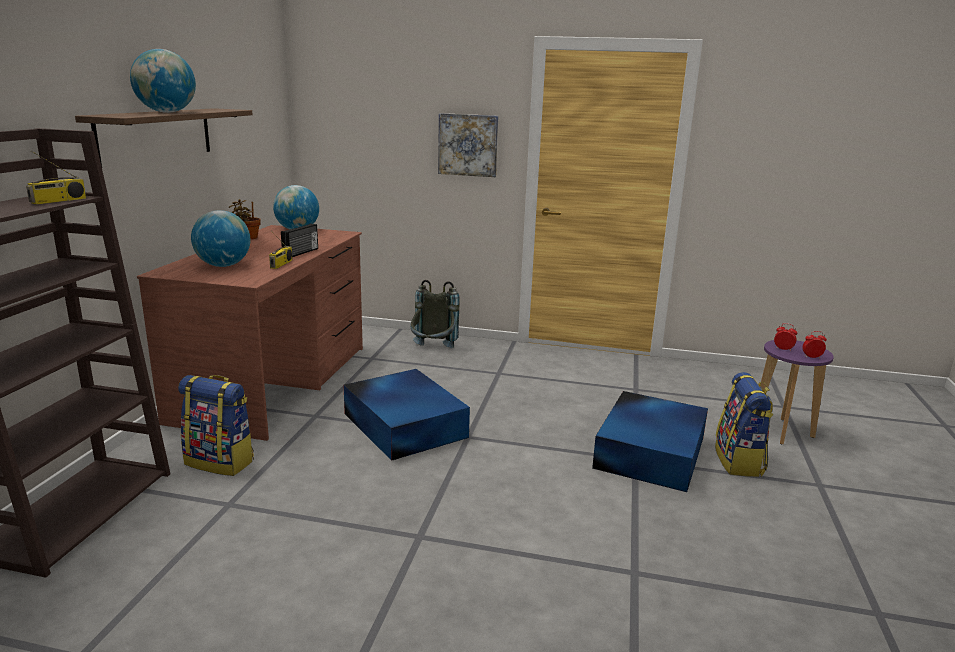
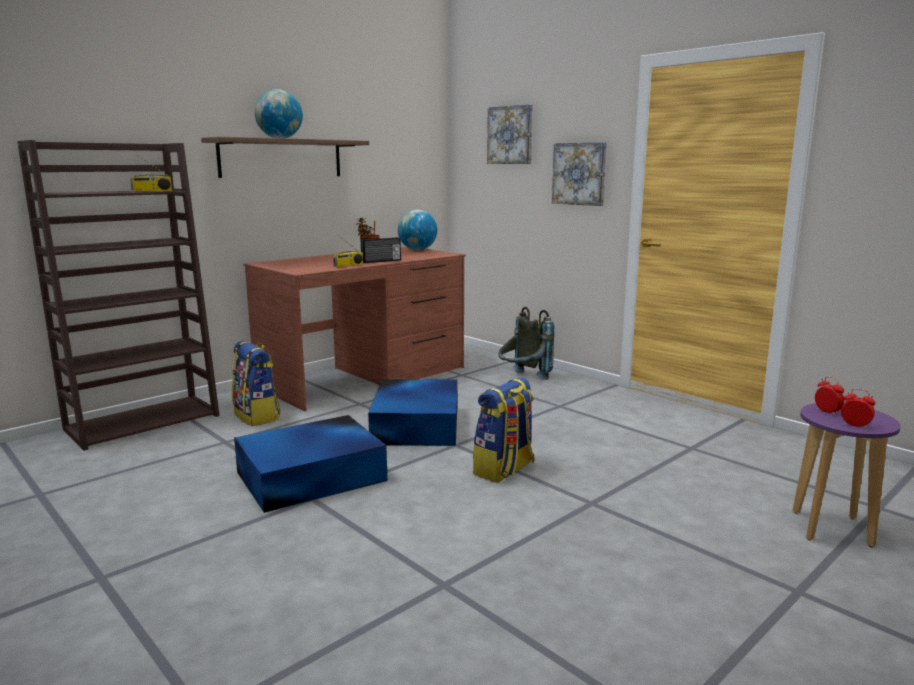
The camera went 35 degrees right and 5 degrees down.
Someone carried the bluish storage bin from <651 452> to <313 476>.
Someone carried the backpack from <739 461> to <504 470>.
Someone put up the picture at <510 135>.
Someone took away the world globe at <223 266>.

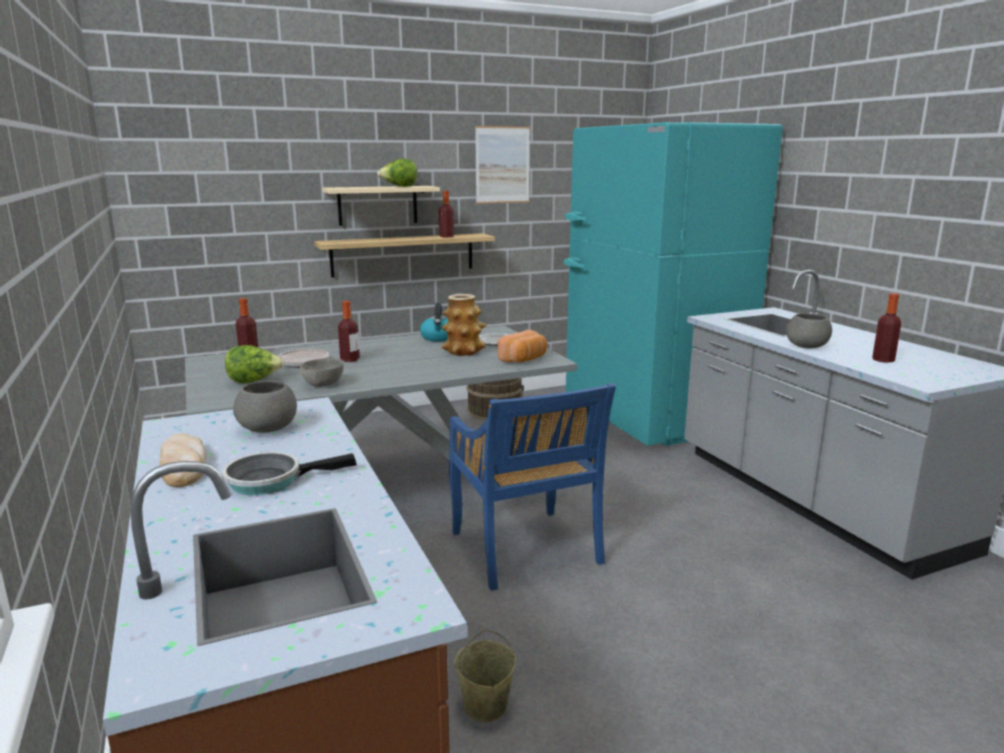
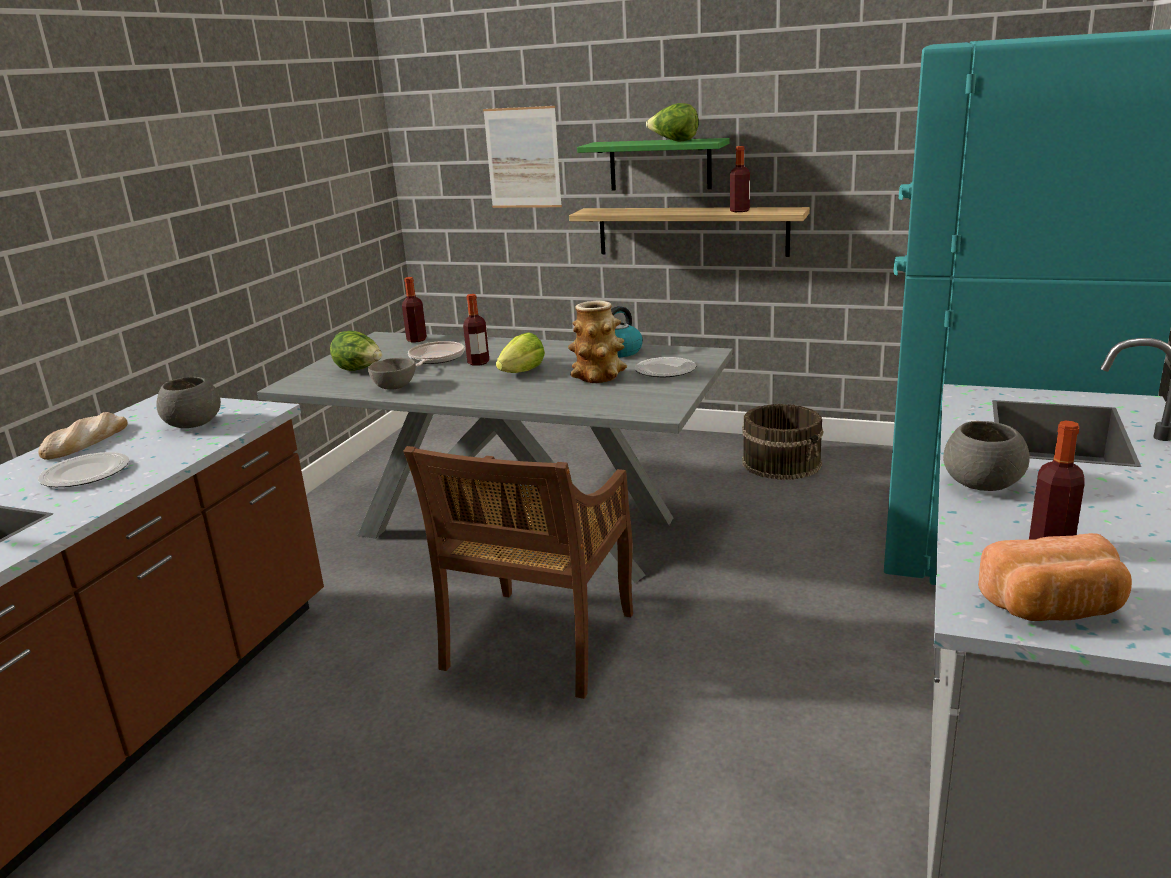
The camera went 45 degrees right and 5 degrees up.
Someone swapped the frying pan at <270 480> for the flat dish at <86 473>.
Someone repainted the bluish upright chair at <526 549>, which became the brown upright chair at <538 643>.
Someone carried the picture from <502 165> to <523 158>.
Someone put down the lettuce head at <522 372>.
Someone repainted the sand-coloured shelf at <377 205>, which became the green-coloured shelf at <660 165>.
Someone carried the bakery bread from <524 360> to <1054 609>.
Someone took away the sand-coloured water bucket at <485 707>.

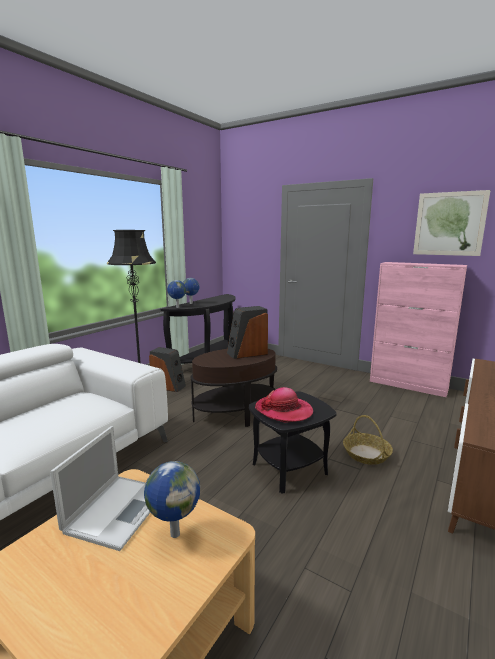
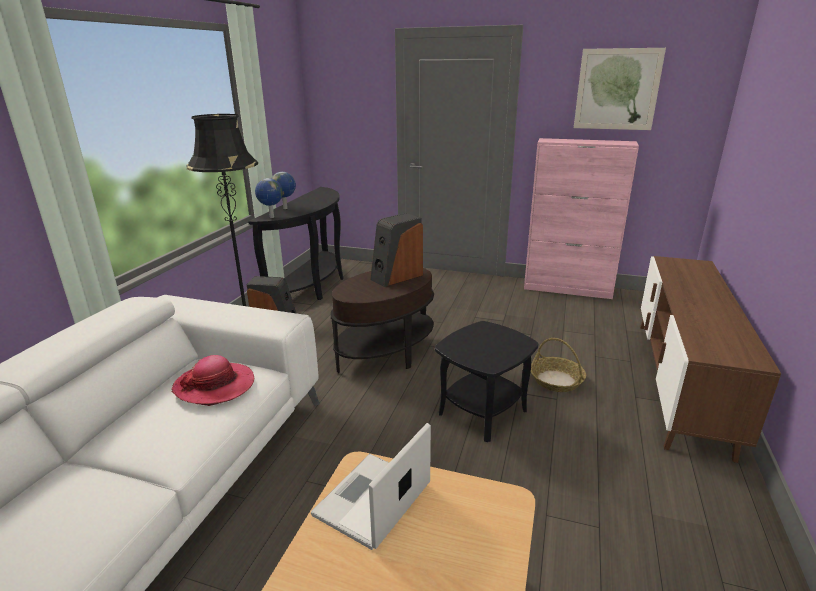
The camera went 15 degrees left and 10 degrees up.
Someone carried the clothing hat from <284 410> to <215 386>.
Someone rotated the notebook computer at <118 509> by 150 degrees counterclockwise.
Someone took away the world globe at <174 533>.

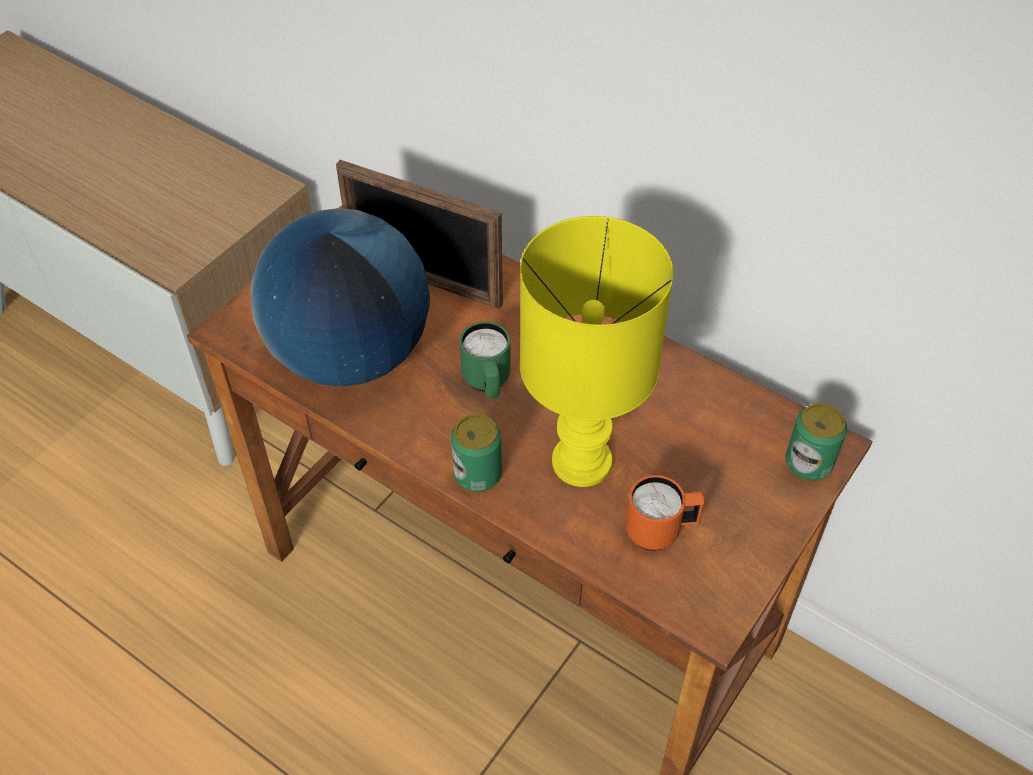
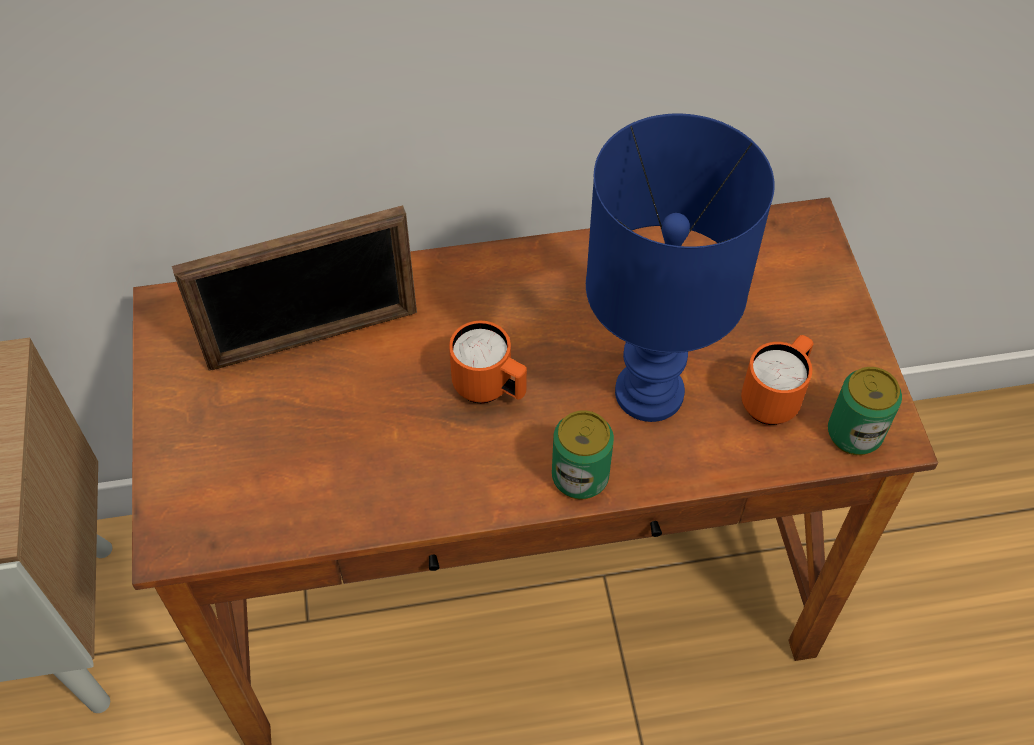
The camera went 45 degrees left and 5 degrees up.
Someone repainted the green-coloured mug at <487 384>, which became the orange-coloured mug at <490 389>.
Someone repainted the yellow-coloured tabletop lamp at <580 464>, which became the bluish tabletop lamp at <650 395>.
Someone carried the can from <808 463> to <854 433>.
Someone took away the world globe at <350 355>.

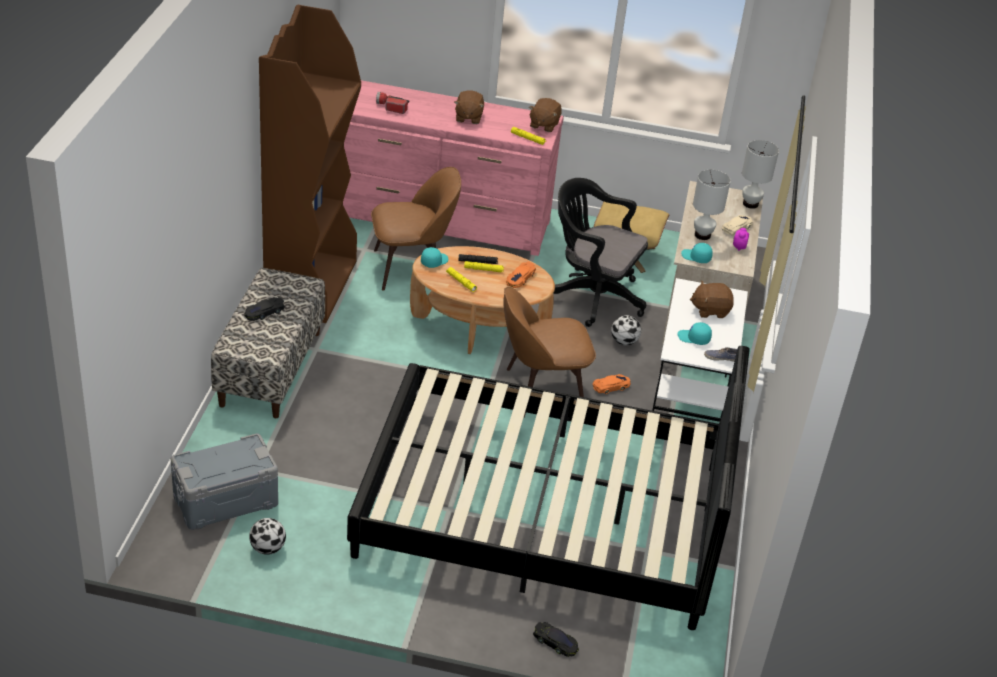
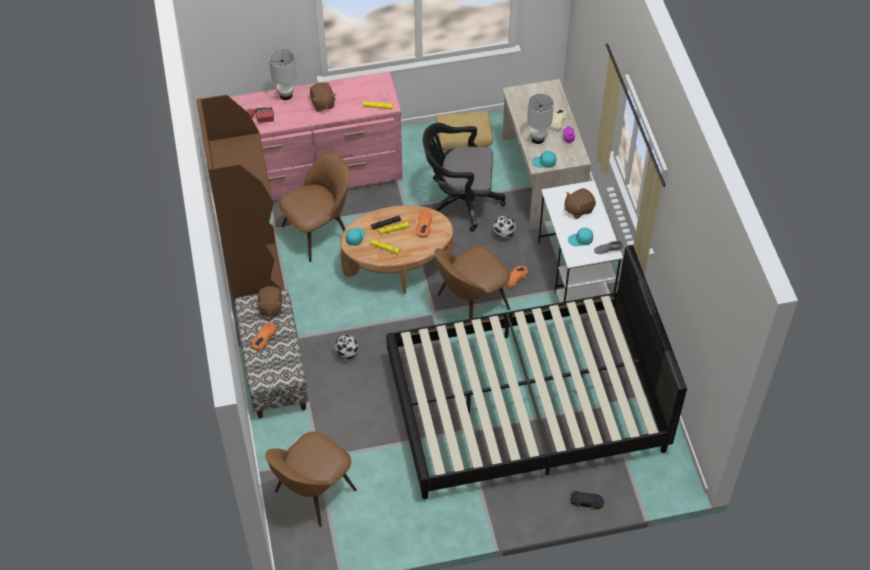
The camera went 20 degrees left and 15 degrees up.
Someone repainted the black model car at <264 312>, which became the orange-coloured model car at <264 338>.
Someone carried the brown cuddly toy from <544 125> to <270 307>.
Someone swapped the greyish storage bin at <225 499> for the brown upright chair at <313 493>.
Someone carried the white tabletop lamp from <750 204> to <286 95>.
Someone carried the football ball from <267 548> to <347 354>.

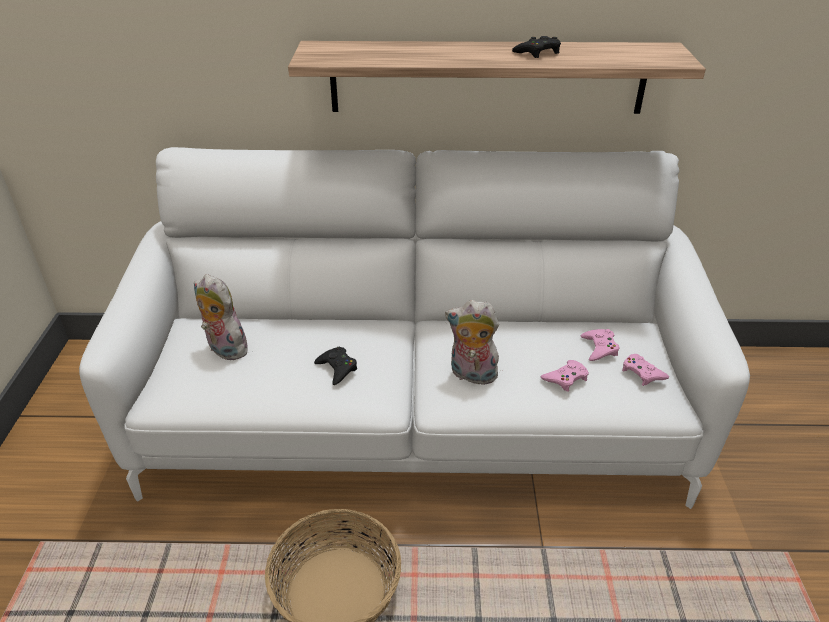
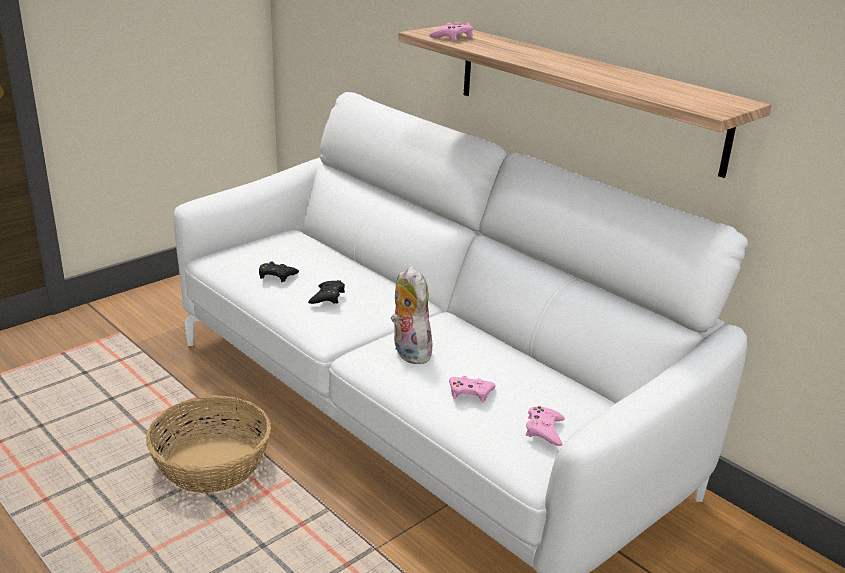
The camera went 45 degrees right and 10 degrees down.
Someone carried the black game controller from <538 52> to <276 275>.
Someone carried the pink-coloured game controller from <599 348> to <453 37>.
Someone took away the cuddly toy at <224 349>.

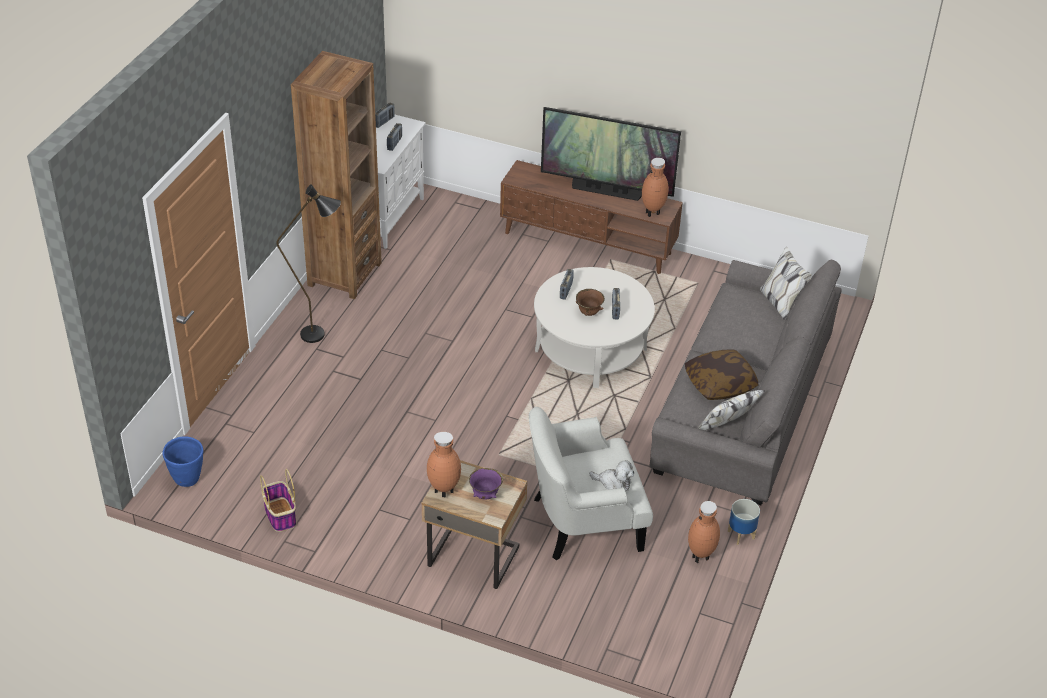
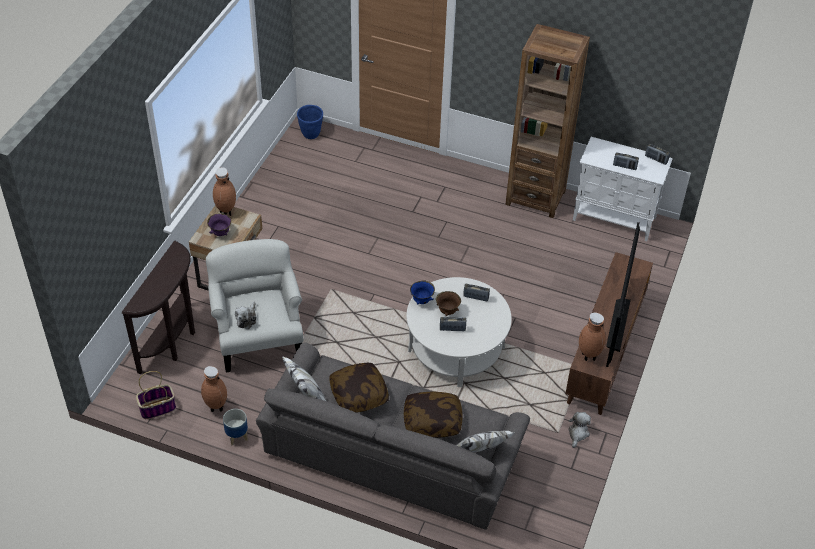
The camera went 90 degrees right and 5 degrees up.
Someone put down the brown narrow table at <173 341>.
Someone carried the storage basket from <280 515> to <158 408>.
Someone put down the throw pillow at <432 421>.
Someone put down the bluish deep dish at <422 301>.
Someone put down the cuddly toy at <578 433>.
Someone took away the black standard lamp at <321 335>.

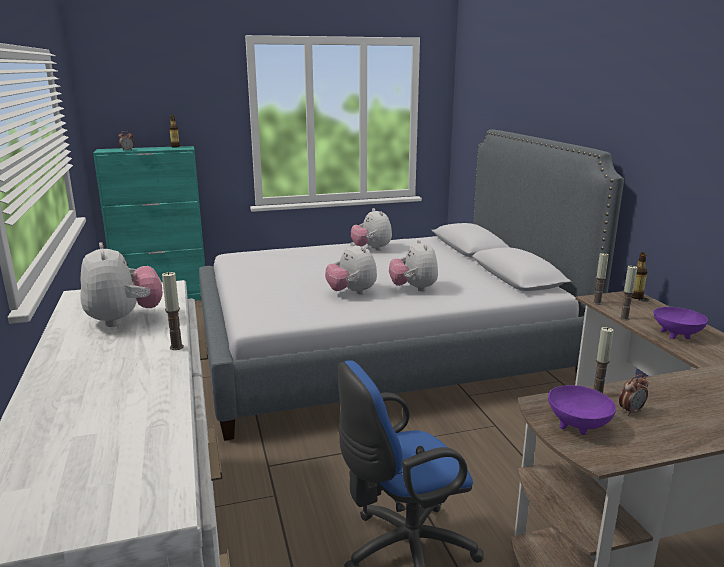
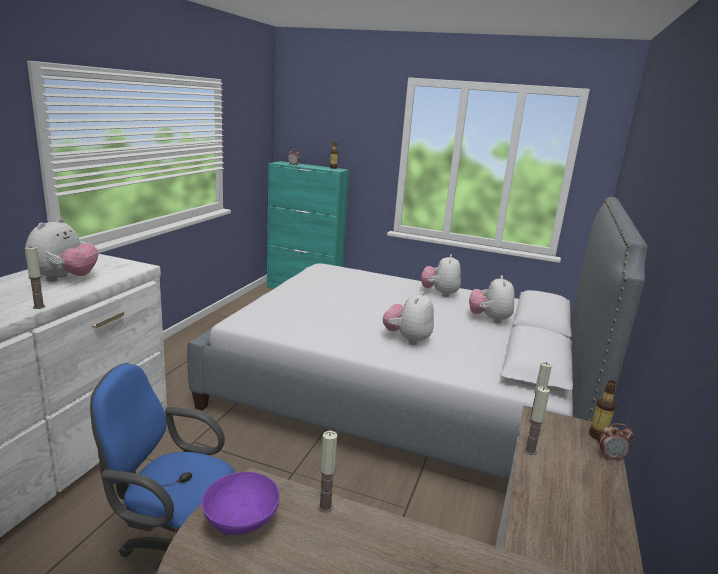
The camera went 35 degrees right and 0 degrees up.
Someone carried the cuddly toy from <351 292> to <489 319>.
Someone carried the alarm clock from <631 411> to <611 456>.
Someone took away the purple deep dish at <678 334>.

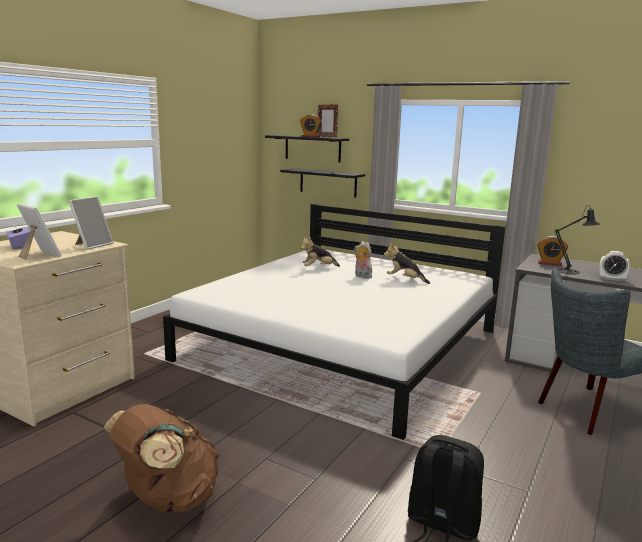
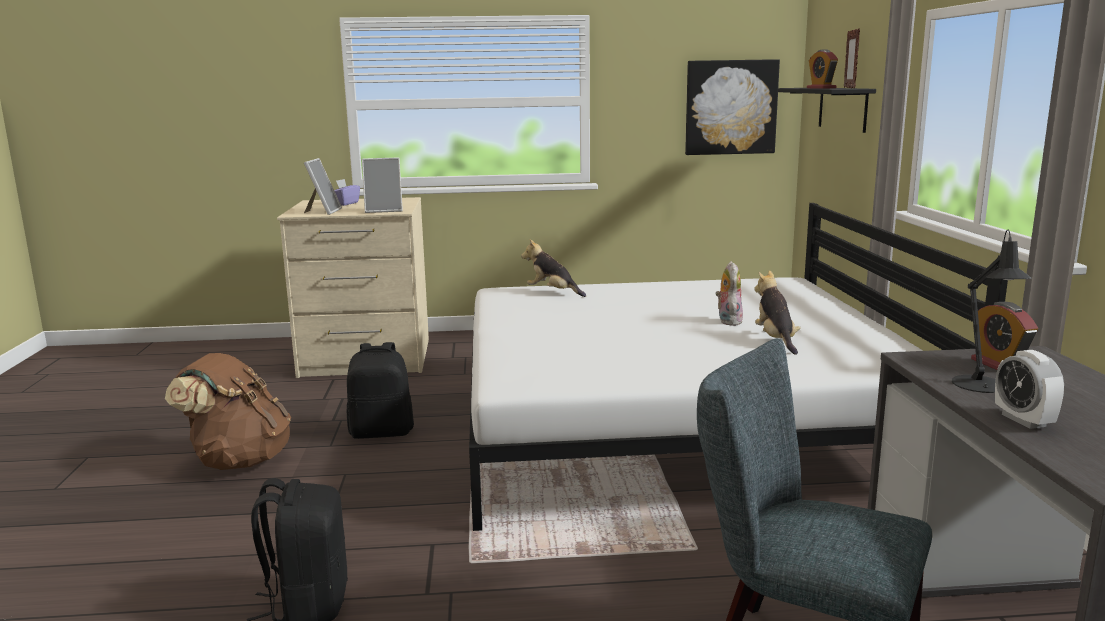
The camera went 55 degrees right and 0 degrees up.
Someone put down the black backpack at <382 432>.
Someone carried the cuddly toy from <318 268> to <553 292>.
Someone put up the picture at <730 107>.
Someone took away the black shelf at <328 182>.

